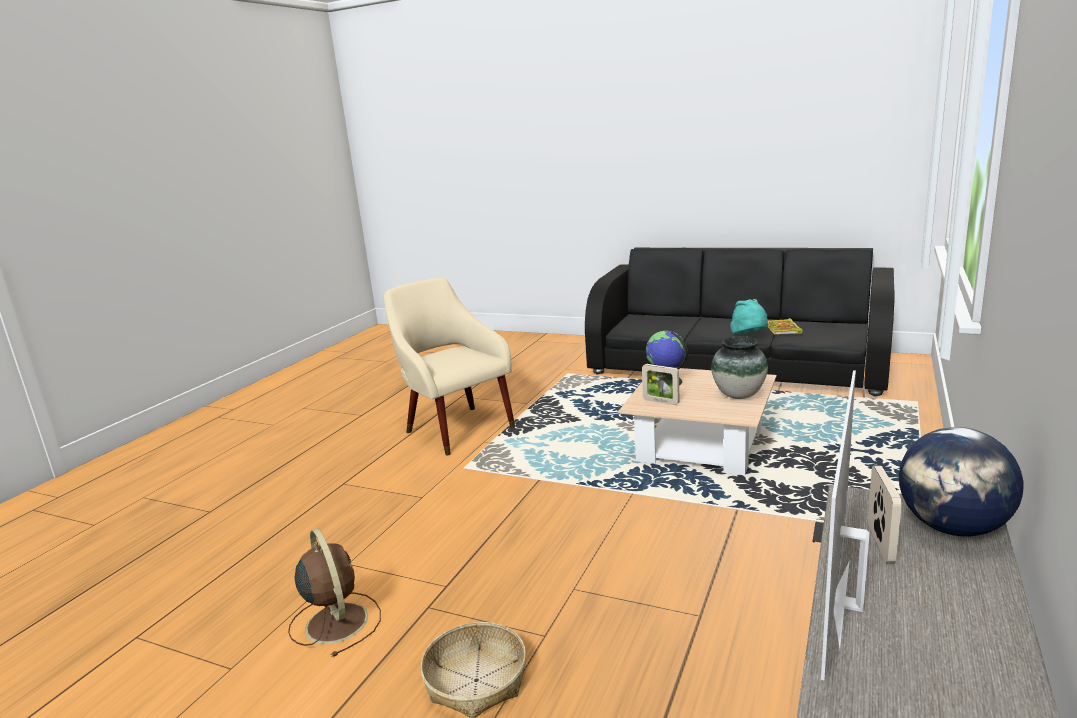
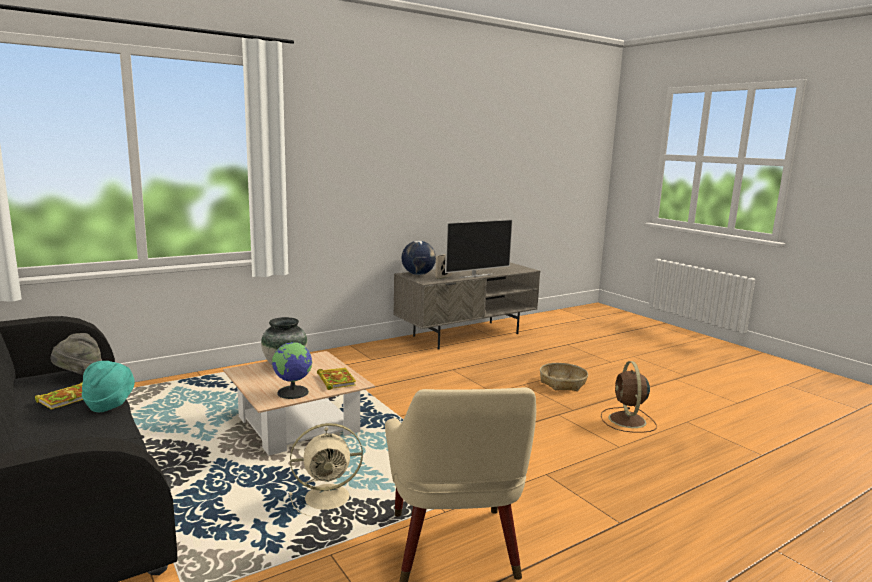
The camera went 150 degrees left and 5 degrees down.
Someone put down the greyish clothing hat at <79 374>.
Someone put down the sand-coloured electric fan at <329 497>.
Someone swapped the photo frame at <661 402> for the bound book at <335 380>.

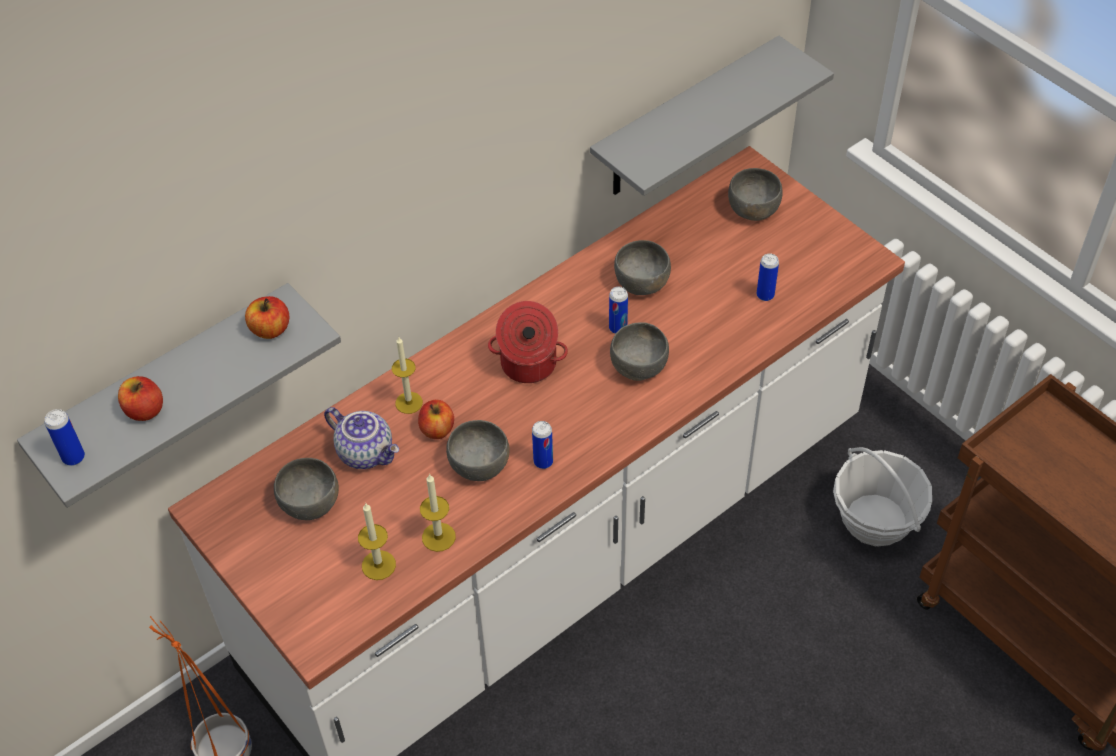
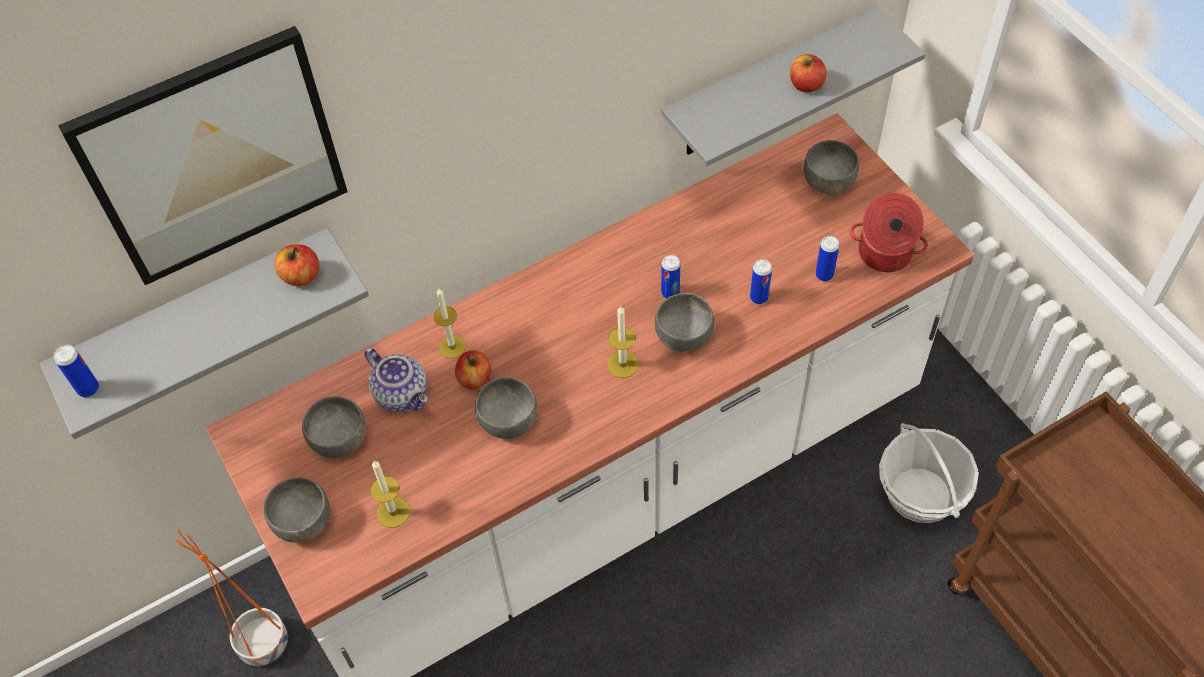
The camera went 10 degrees right and 5 degrees up.
Someone put up the picture at <214 157>.
Someone carried the greyish deep dish from <642 283> to <303 522>.
Someone carried the wax candle from <438 537> to <622 364>.
Someone carried the can from <543 462> to <759 297>.
Someone carried the whole apple from <144 410> to <806 85>.
Someone carried the saucepot from <528 365> to <884 254>.

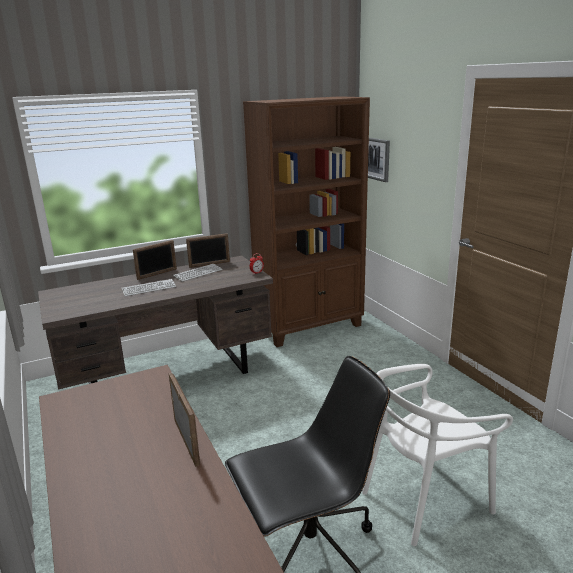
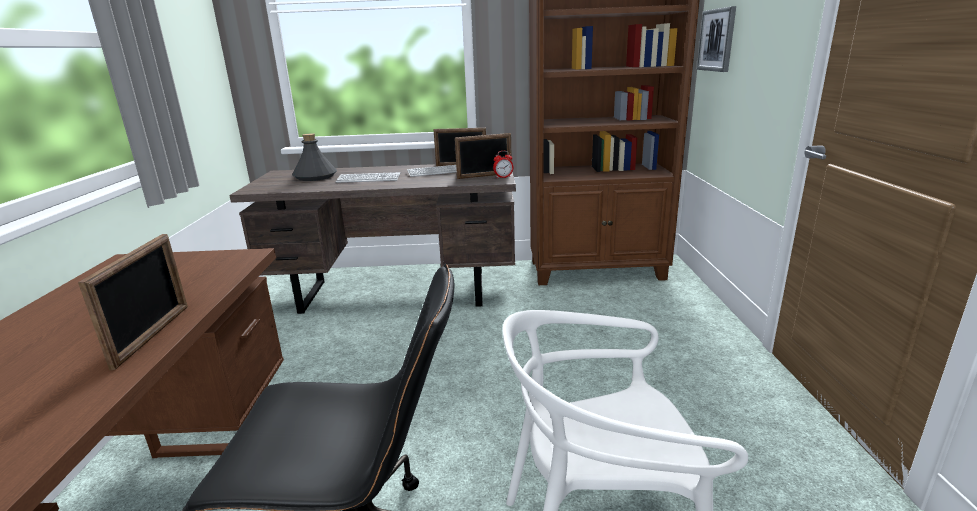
The camera went 25 degrees right and 0 degrees up.
Someone put down the greyish drink bottle at <315 177>.
Someone carried the photo frame from <157 274> to <484 176>.

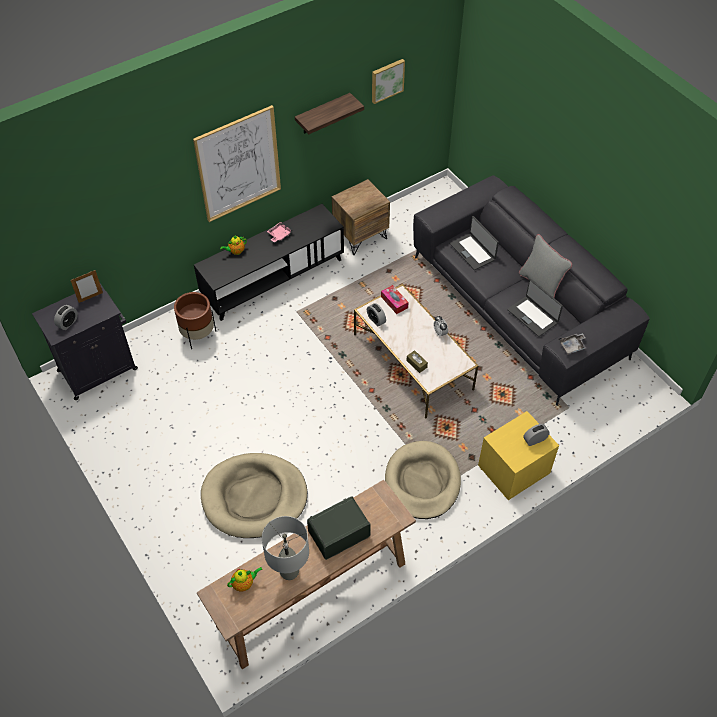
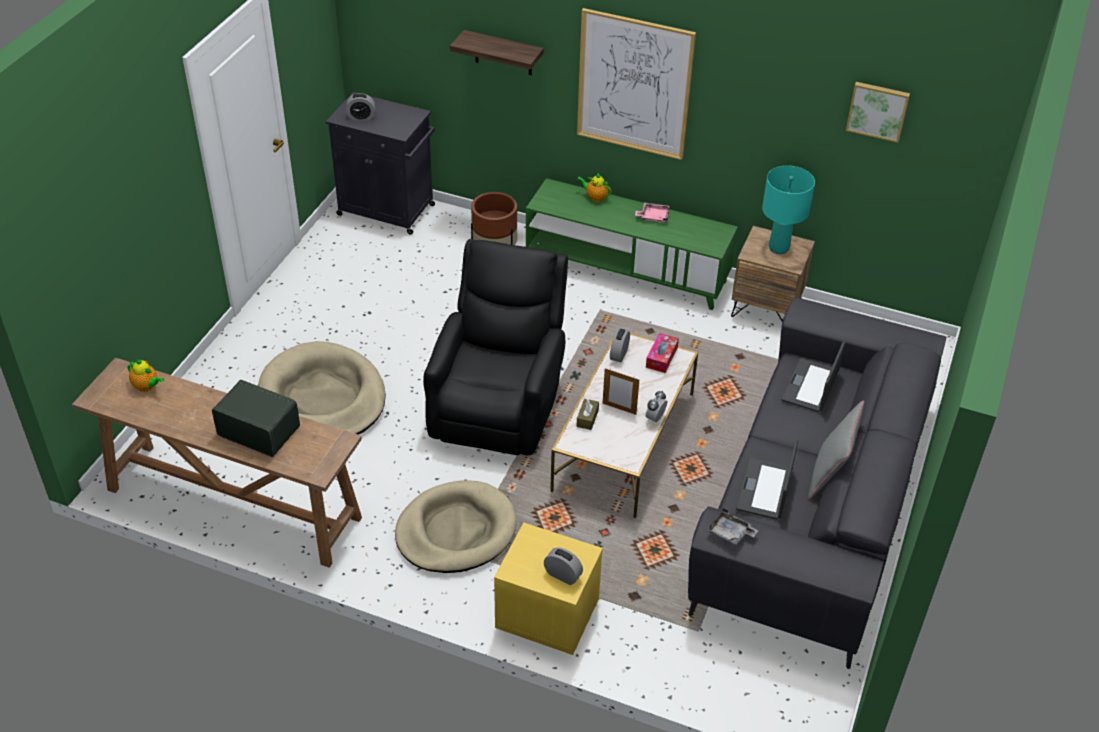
The camera went 55 degrees right and 10 degrees down.
Someone put down the black lounge chair at <498 400>.
Someone carried the shelf from <322 114> to <503 53>.
Someone repainted the black tv unit at <273 279>, which became the green-coloured tv unit at <627 270>.
Someone carried the photo frame from <90 297> to <619 408>.
Someone put down the turquoise tabletop lamp at <779 248>.
Someone took away the greyish tabletop lamp at <289 571>.

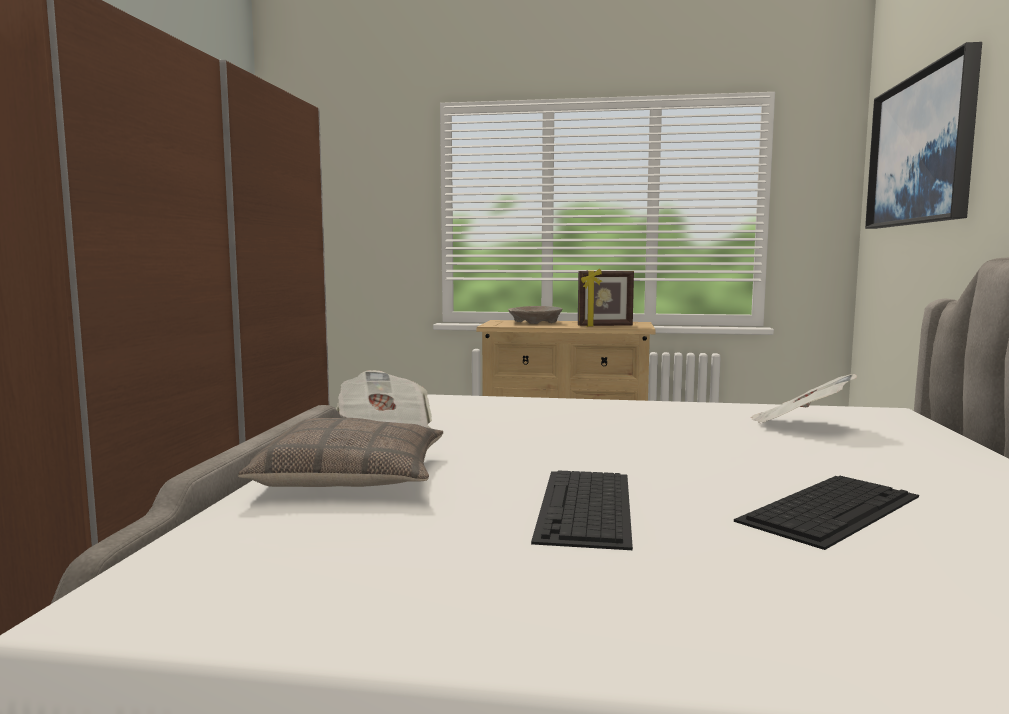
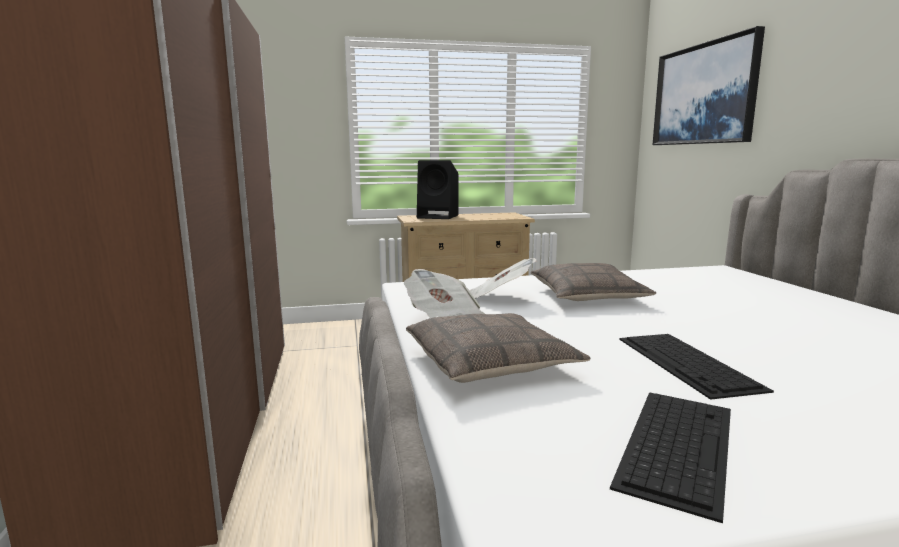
The camera went 20 degrees left and 5 degrees up.
Someone swapped the sand-coloured deep dish at <535 322> for the black audio speaker at <439 217>.
Someone carried the daily paper from <798 425> to <498 297>.
Someone put down the throw pillow at <587 296>.
Someone carried the PC keyboard from <830 508> to <677 443>.
Someone took away the photo frame at <605 326>.

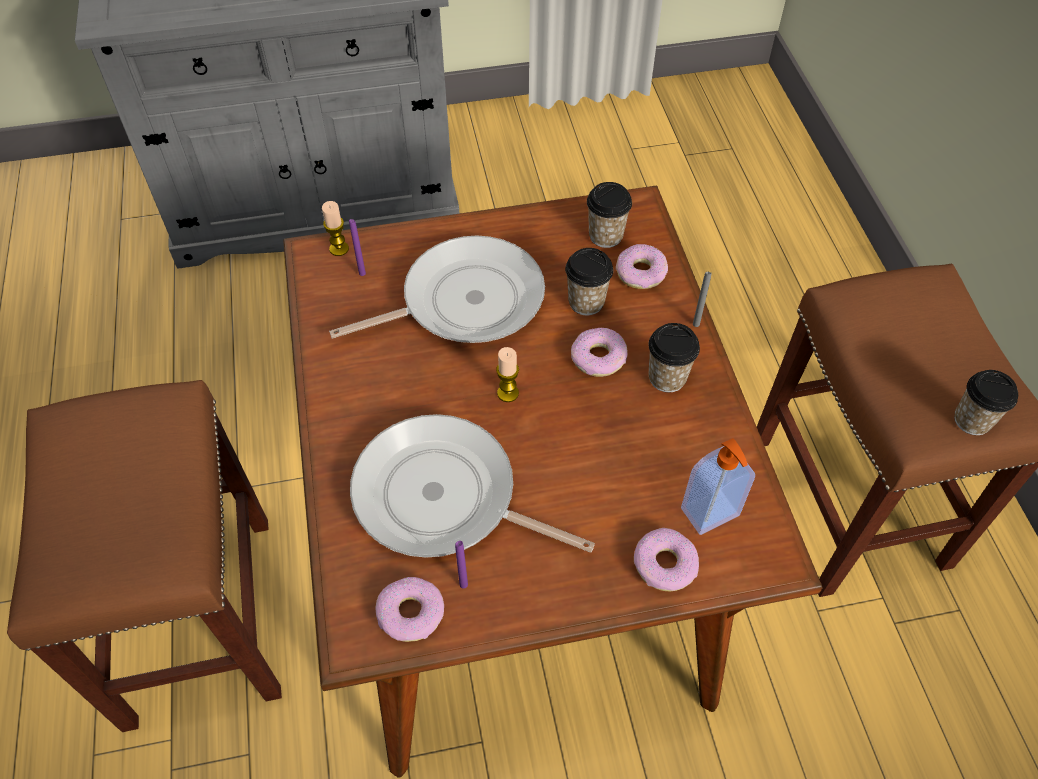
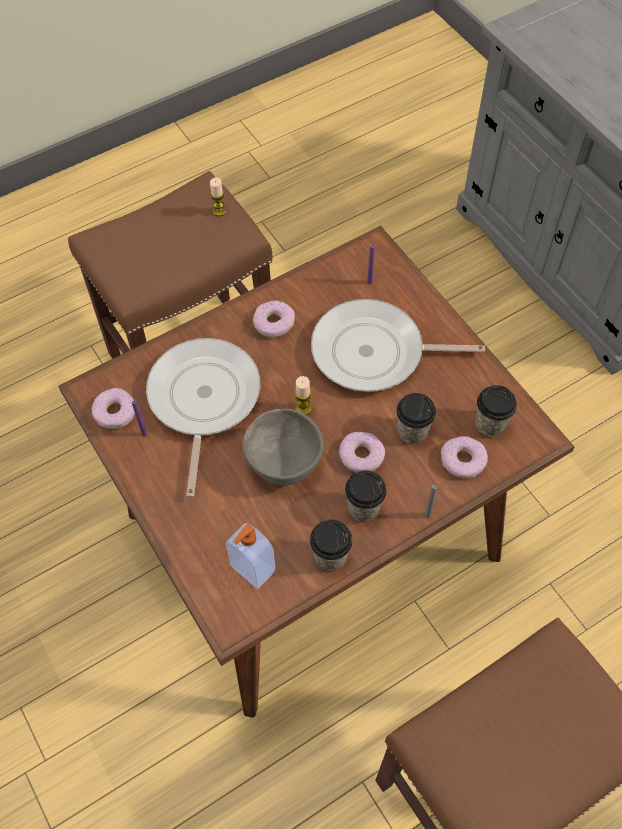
The camera went 70 degrees right and 5 degrees up.
Someone carried the wax candle from <339 249> to <219 211>.
Someone put down the greyish deep dish at <284 460>.
Someone carried the ring doughnut from <664 565> to <273 323>.
Someone carried the drinking cup from <972 420> to <330 556>.
Someone rotated the frying pan at <464 301> by 135 degrees clockwise.

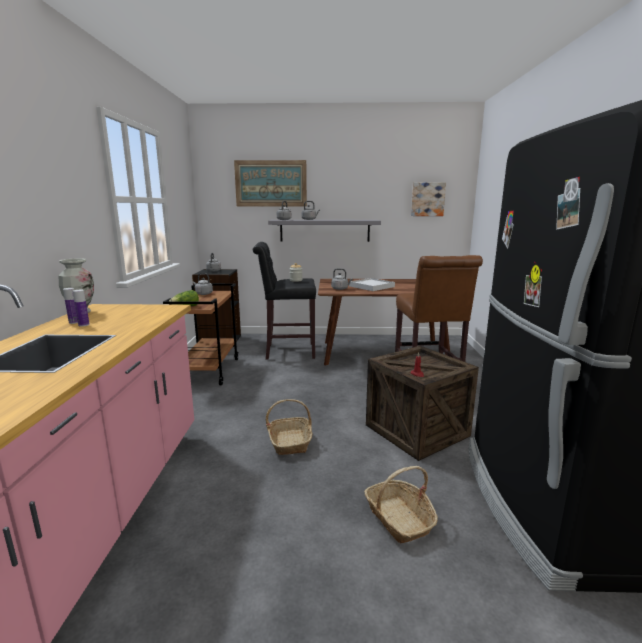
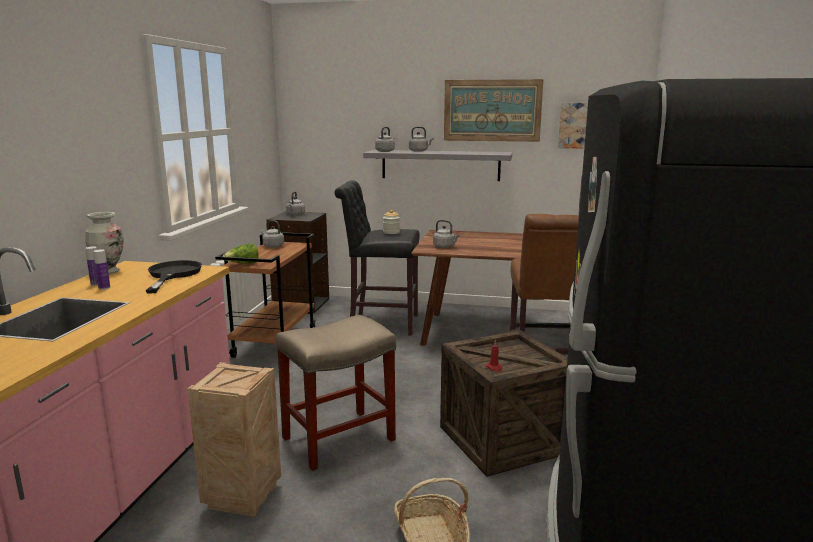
The camera went 10 degrees right and 0 degrees up.
Someone put down the black frying pan at <172 275>.
Someone put down the crate at <243 498>.
Someone swapped the storage basket at <290 441> for the sand-coloured stool seat at <340 438>.
Someone carried the picture from <271 183> to <492 110>.
Someone took away the white carrying tray at <371 286>.

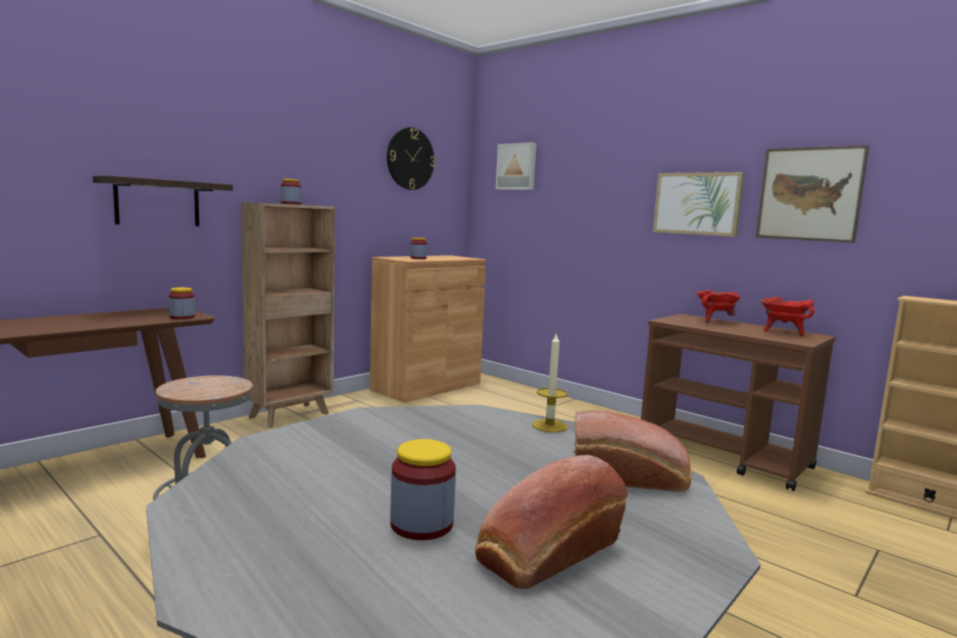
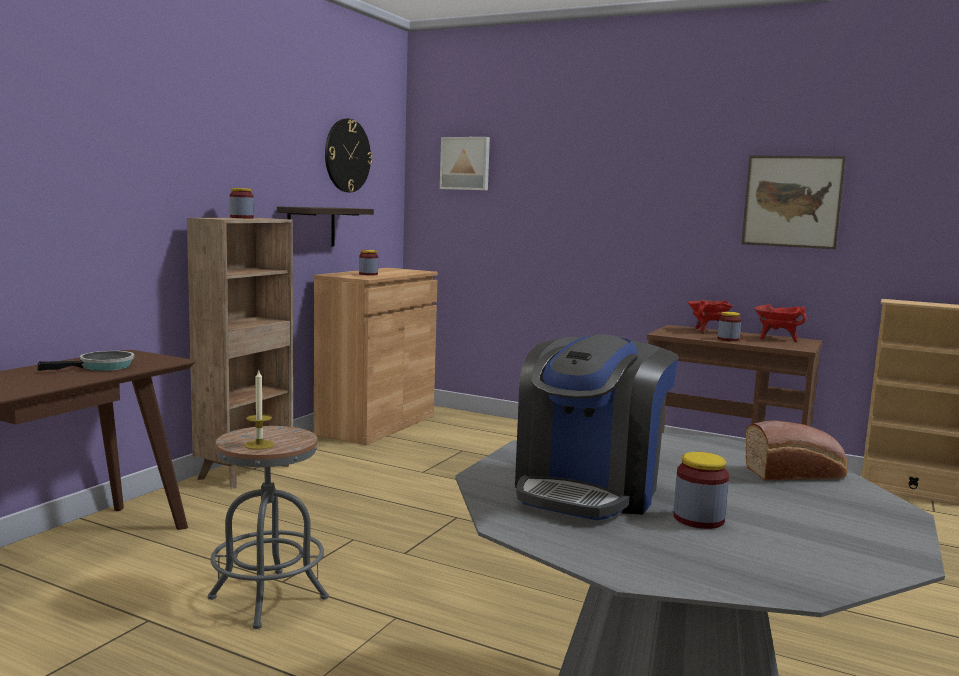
The camera went 15 degrees left and 0 degrees up.
Someone put down the frying pan at <102 367>.
Someone carried the wax candle from <549 426> to <259 445>.
Someone carried the shelf from <157 203> to <311 227>.
Someone put down the coffee brewer at <589 489>.
Someone carried the preserve jar from <182 317> to <728 339>.
Someone took away the bakery bread at <545 553>.
Someone took away the picture at <697 203>.

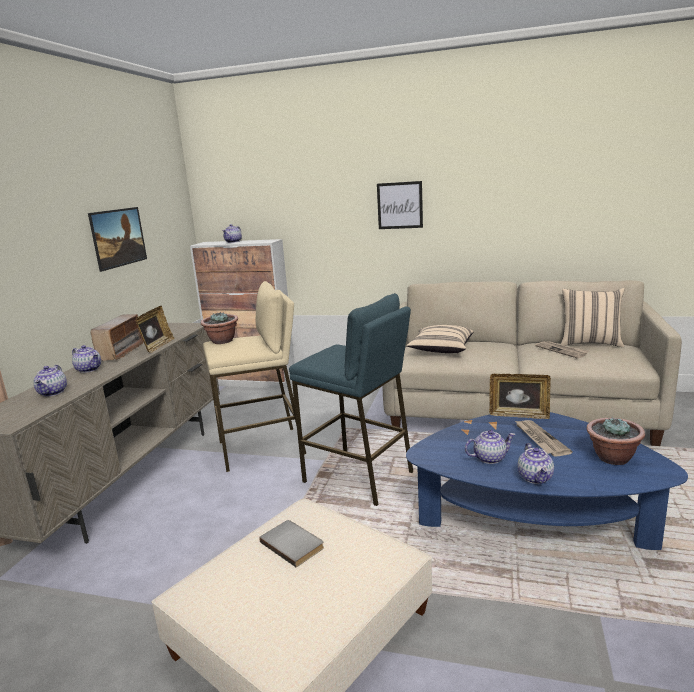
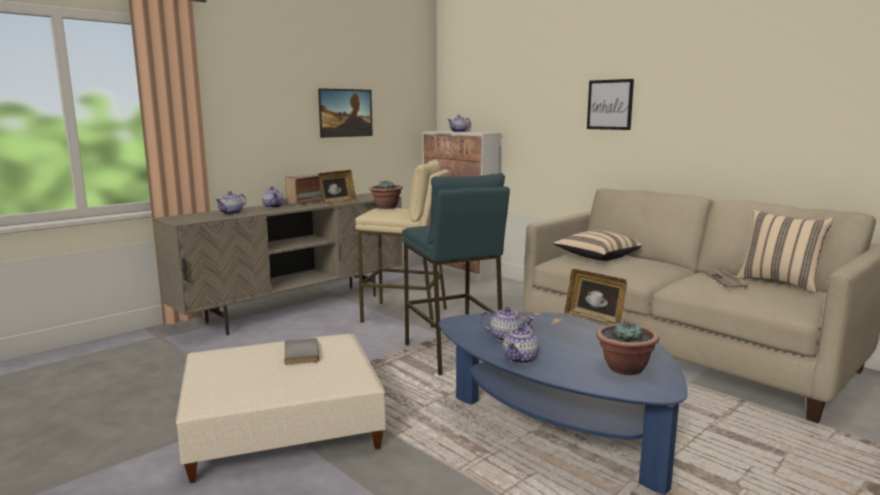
The camera went 30 degrees right and 5 degrees down.
Someone took away the daily paper at <540 439>.

